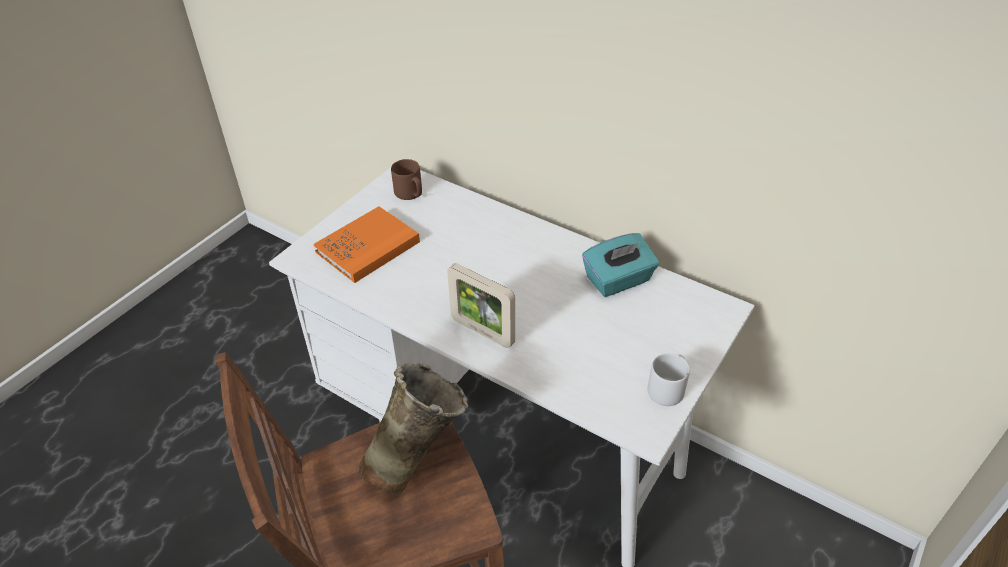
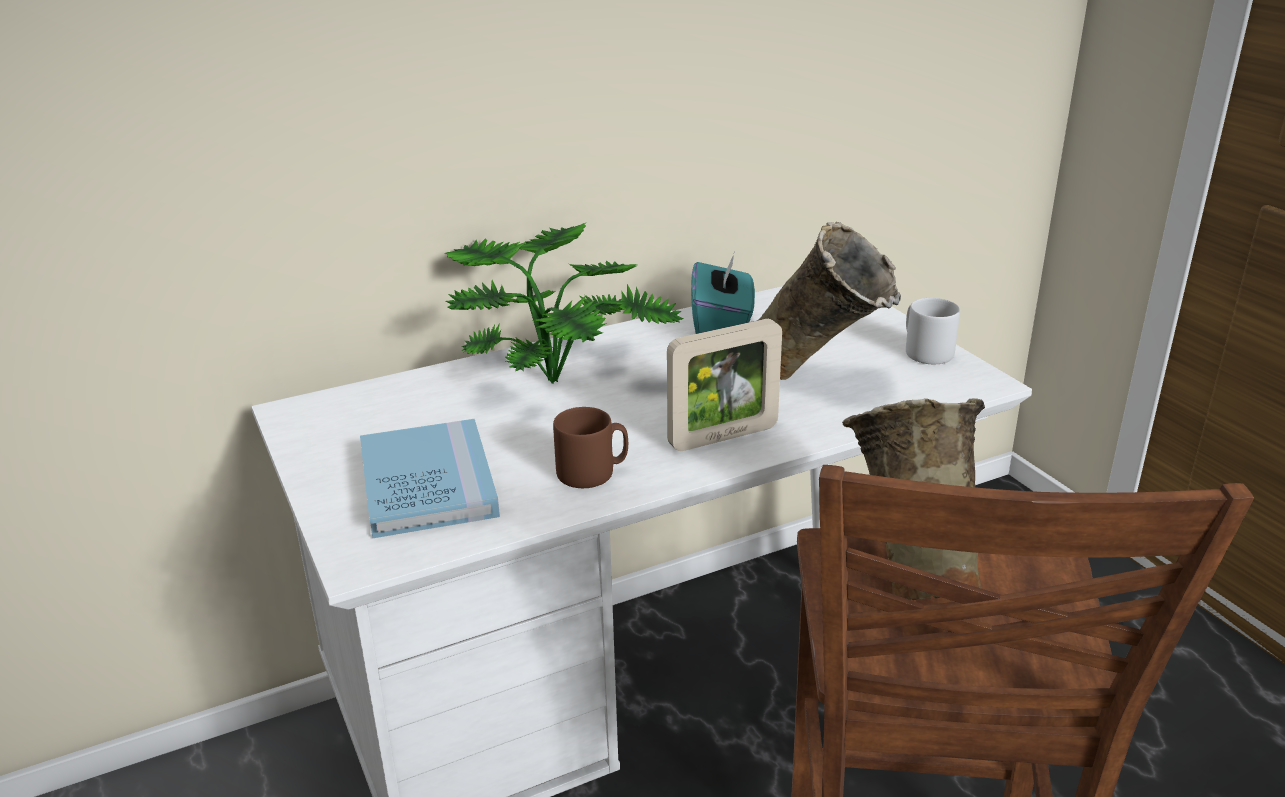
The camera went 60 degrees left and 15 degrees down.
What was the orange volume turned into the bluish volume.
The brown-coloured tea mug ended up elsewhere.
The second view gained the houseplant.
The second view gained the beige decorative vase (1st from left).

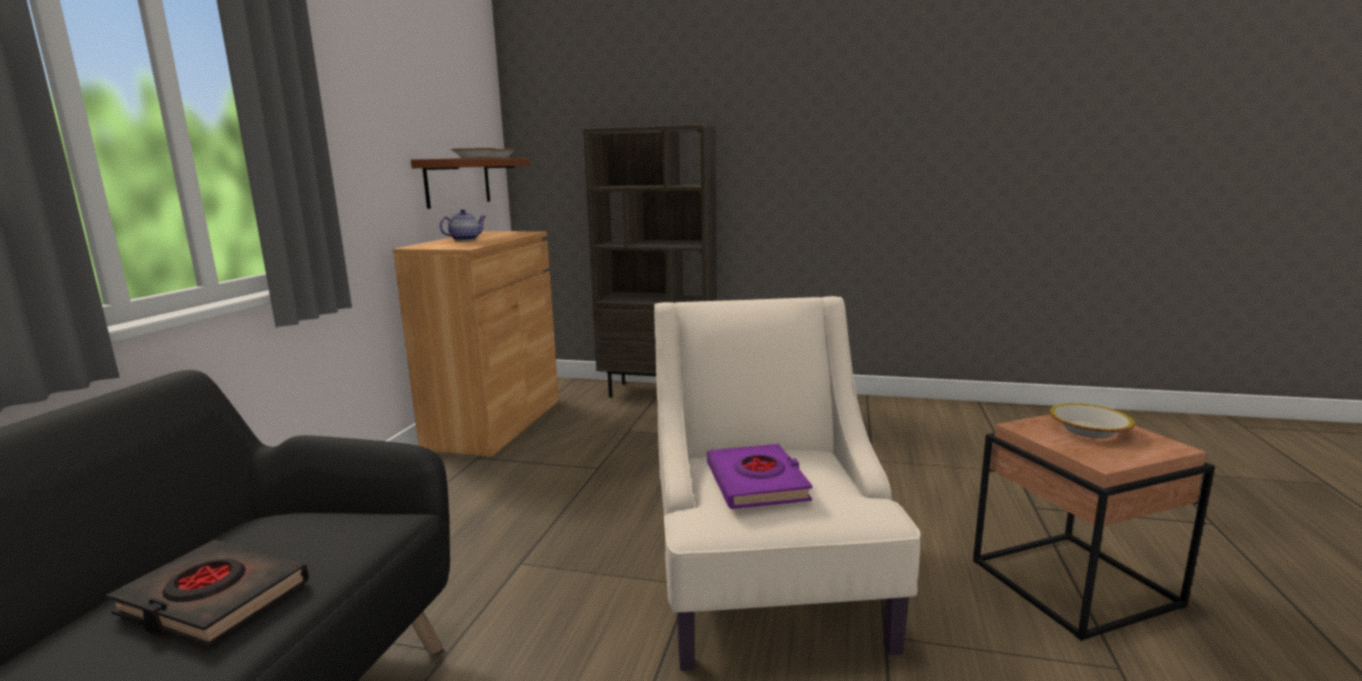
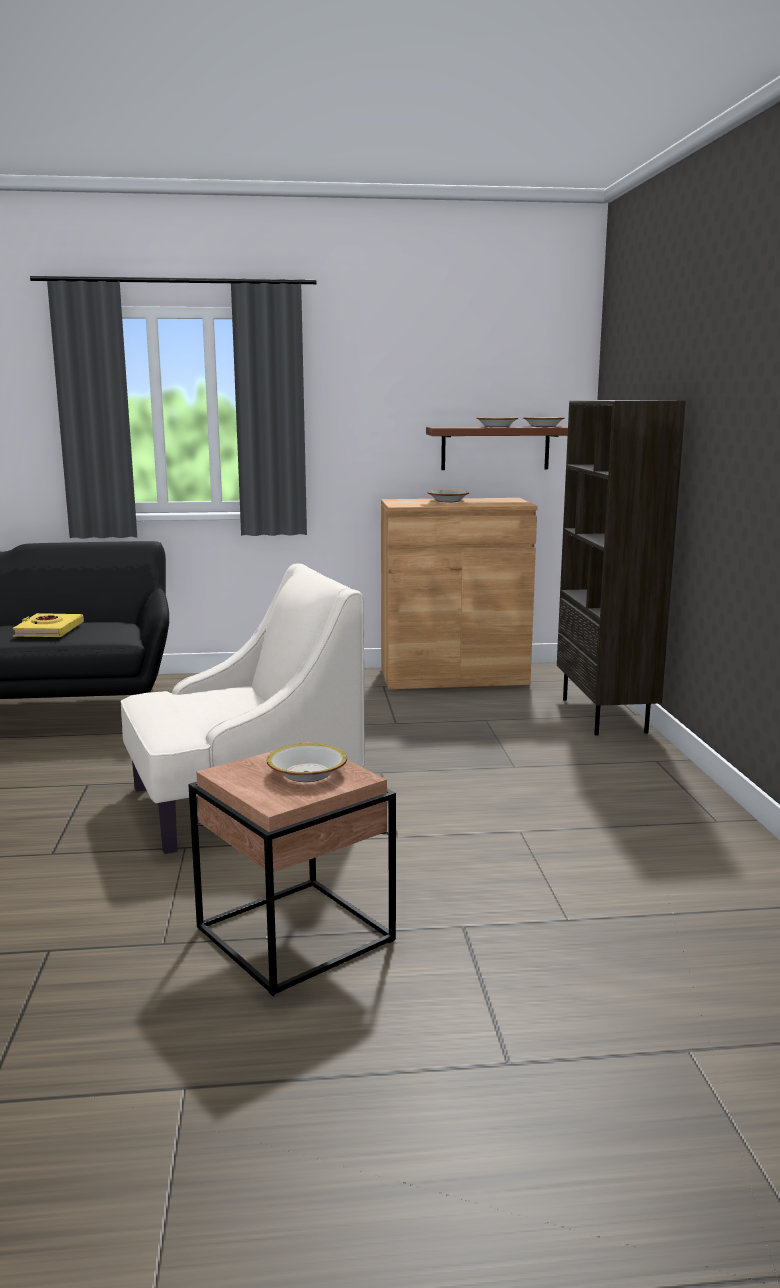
The camera went 70 degrees right and 0 degrees up.
What was the black-coloured volume turned into the yellow-coloured volume.
Where the teapot stood, the deep dish (2nd from left) came to stand.
The second view lost the purplish volume.

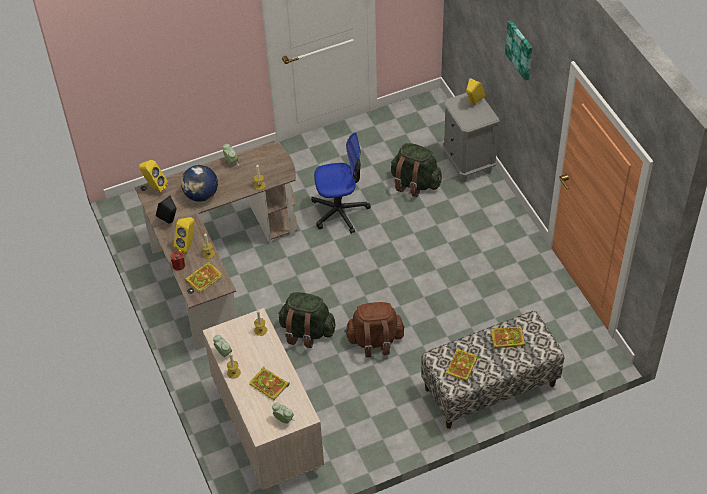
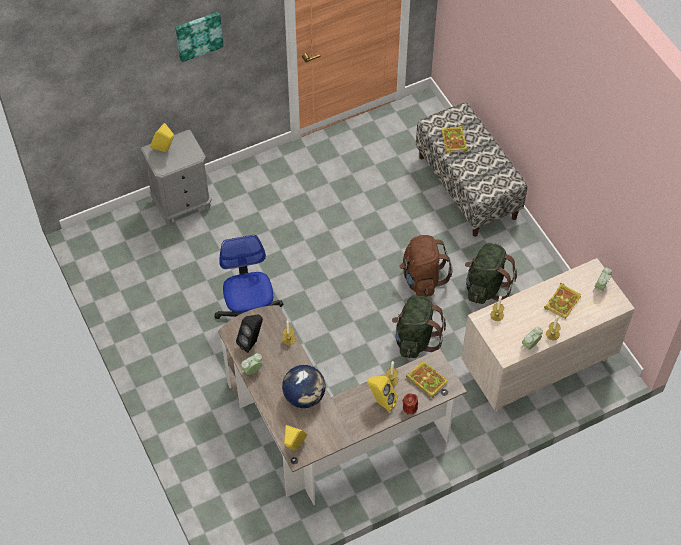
The camera went 95 degrees left and 5 degrees up.
The black-coloured audio speaker ended up elsewhere.
The green-coloured rucksack (2nd from left) ended up elsewhere.
The second view lost the volume (3rd from left).

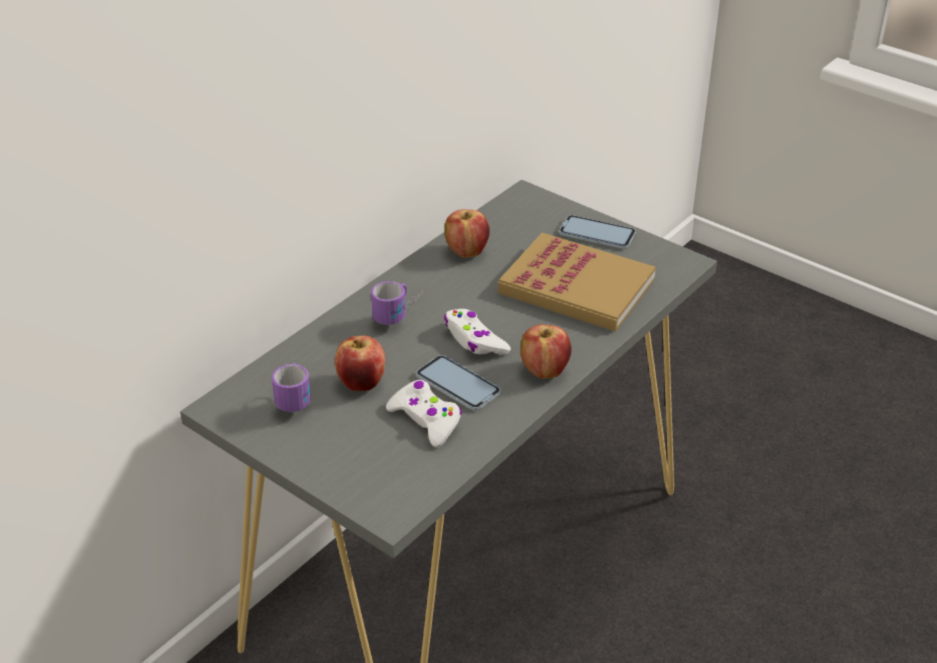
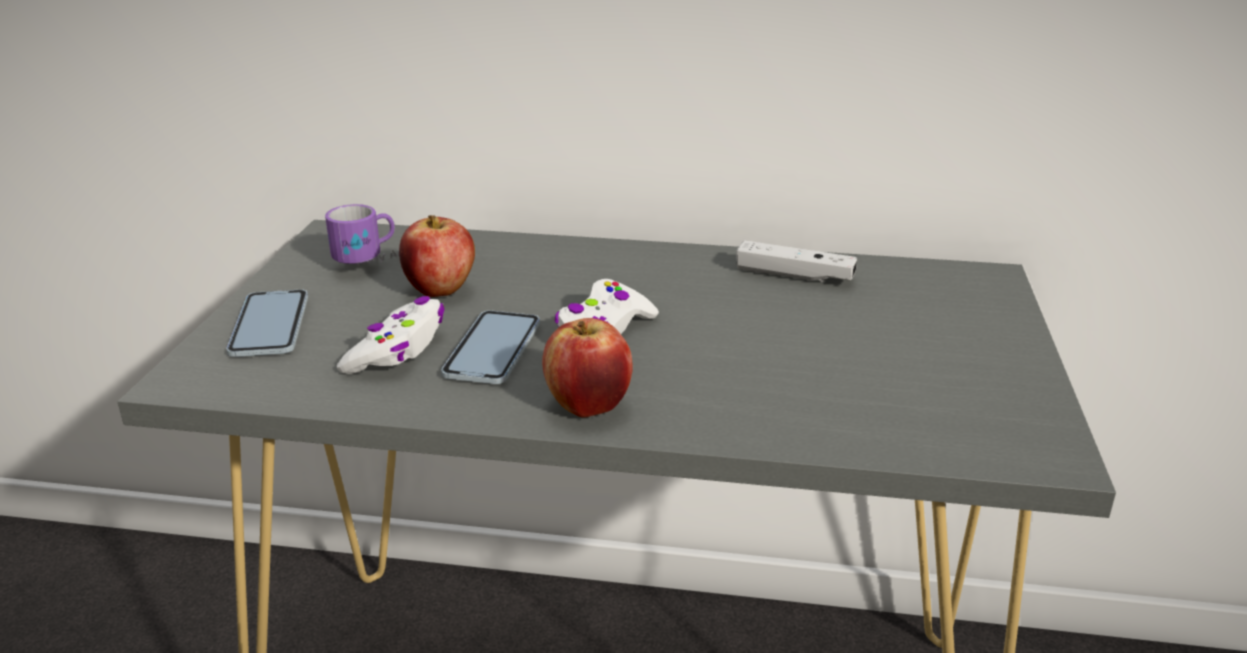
The camera went 60 degrees right and 10 degrees down.
The second view lost the tea mug (2nd from left).
Where the apple (2nd from left) stood, the white-coloured game controller (3rd from left) came to stand.
The second view lost the volume.
The telephone (2nd from left in the first image) ended up elsewhere.

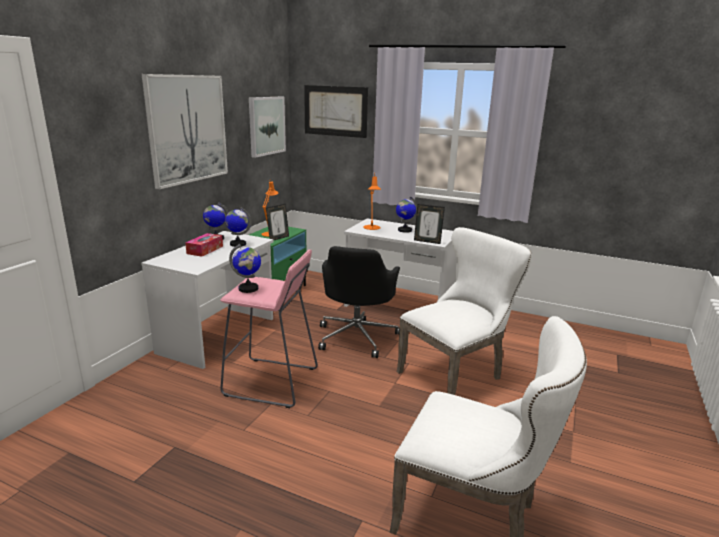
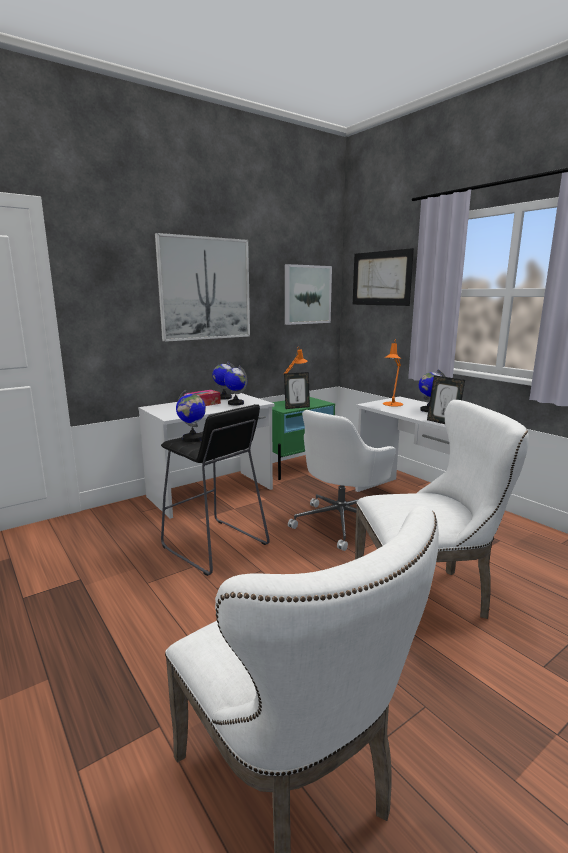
The camera went 30 degrees right and 5 degrees down.
What was the pink stool seat turned into the black-coloured stool seat.
What was the black-coloured office chair turned into the white-coloured office chair.

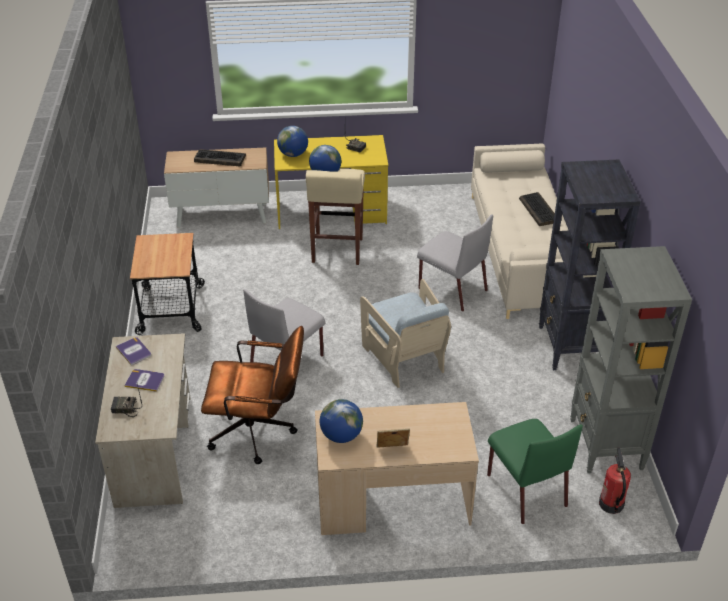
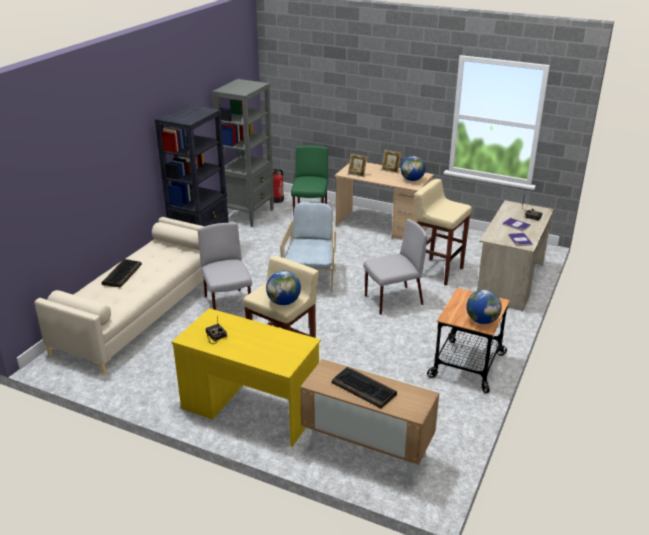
The camera went 150 degrees left and 10 degrees down.
Where the brown-coloured office chair stood, the beige stool seat (2nd from left) came to stand.
The globe (1st from left in the first image) ended up elsewhere.
The second view gained the picture frame (1st from left).

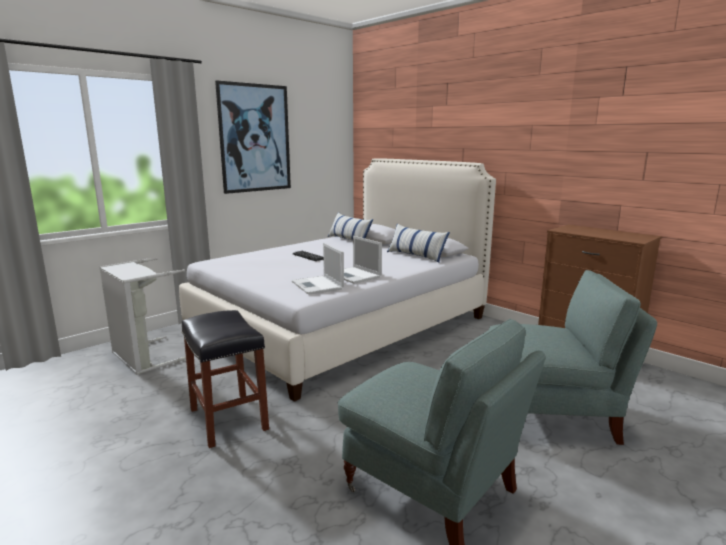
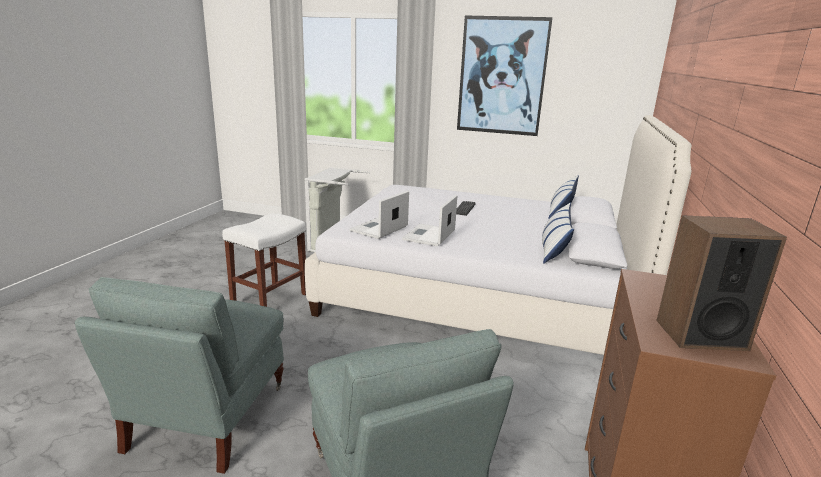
The camera went 60 degrees right and 5 degrees up.
What was the black-coloured stool seat turned into the white-coloured stool seat.
The second view gained the audio speaker.

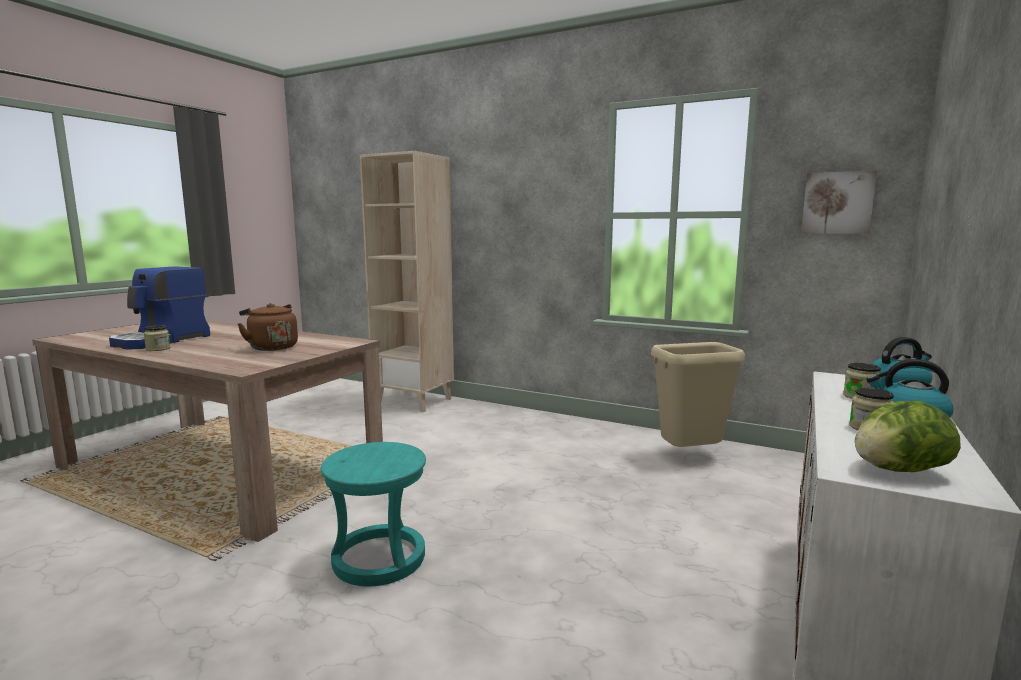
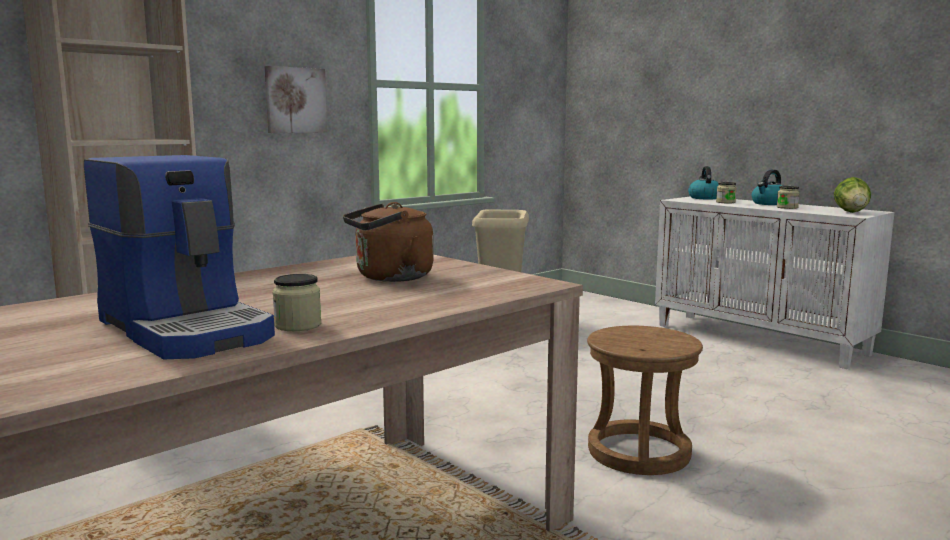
The camera went 70 degrees left and 0 degrees up.
What was the turquoise-coloured stool seat turned into the brown-coloured stool seat.
The picture ended up elsewhere.

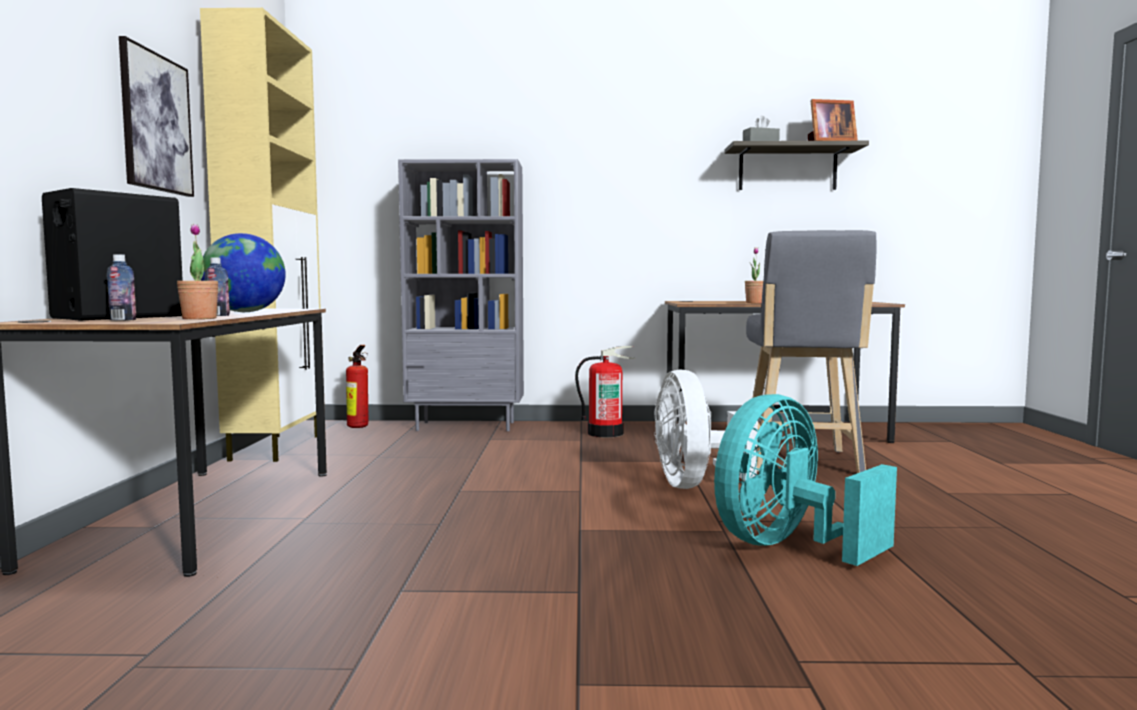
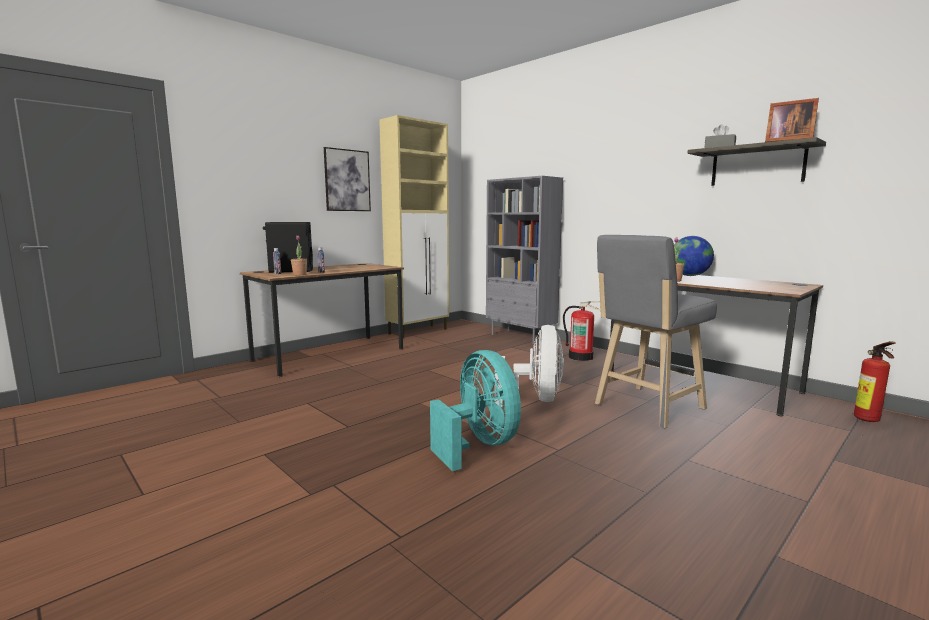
The camera went 45 degrees right and 5 degrees up.
The globe ended up elsewhere.
The fire-fighting cylinder (1st from left in the first image) ended up elsewhere.
The white-coloured electric fan ended up facing another way, 150 degrees clockwise from before.
The turquoise-coloured electric fan ended up facing another way, 60 degrees clockwise from before.

